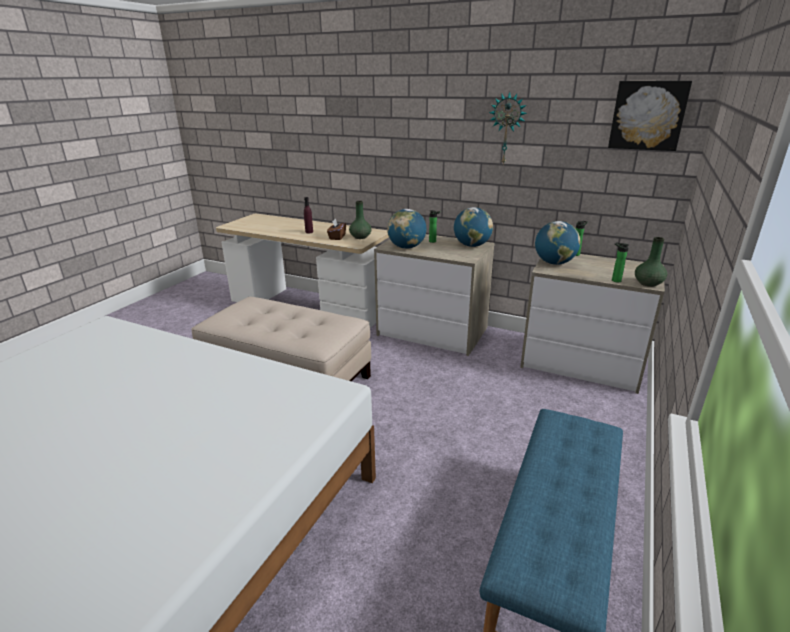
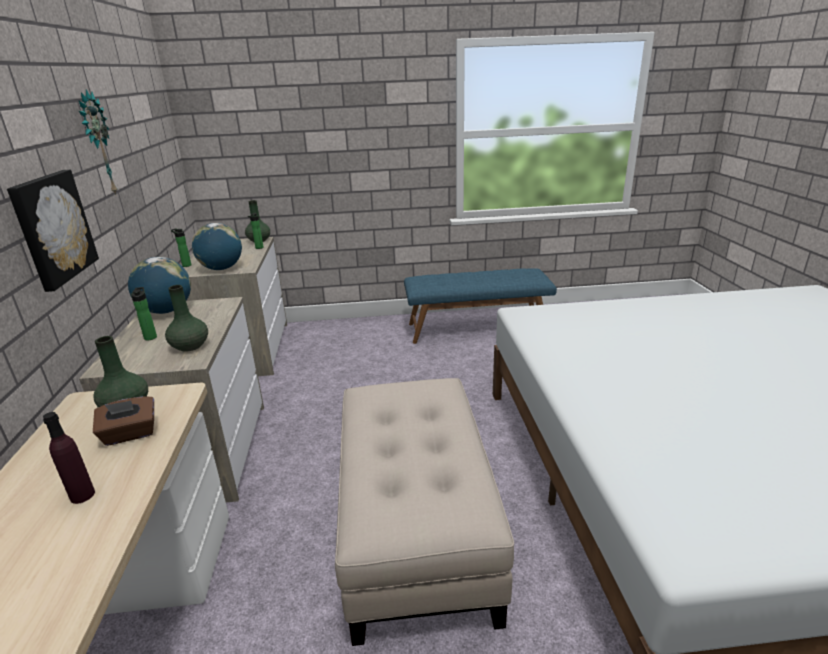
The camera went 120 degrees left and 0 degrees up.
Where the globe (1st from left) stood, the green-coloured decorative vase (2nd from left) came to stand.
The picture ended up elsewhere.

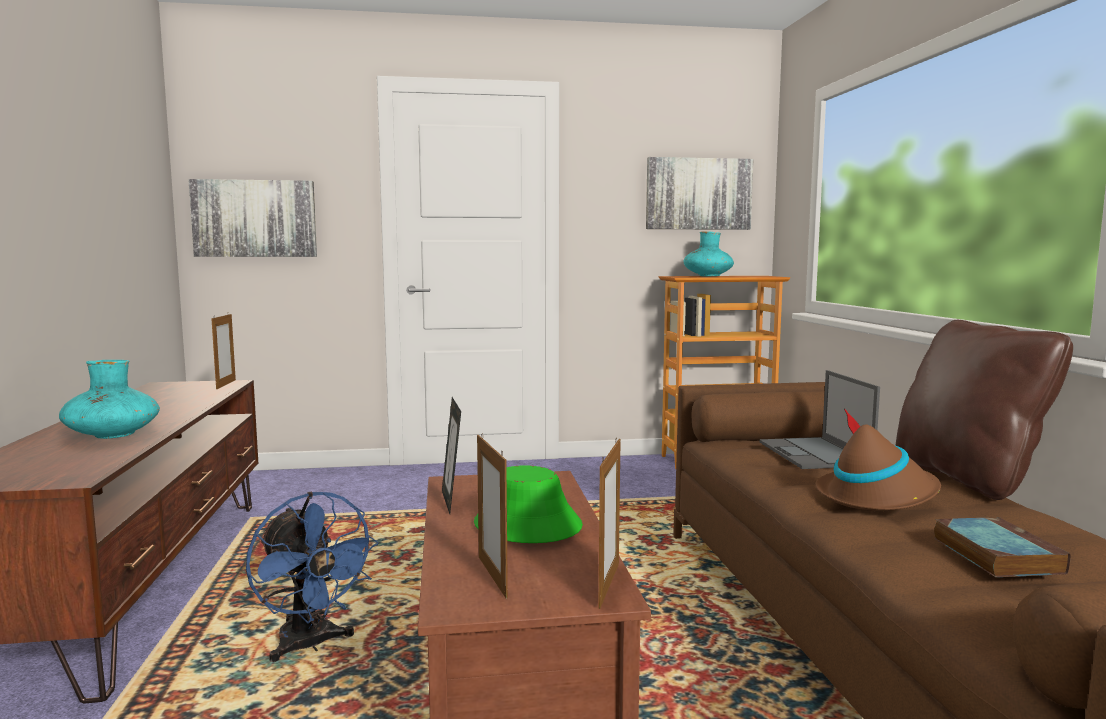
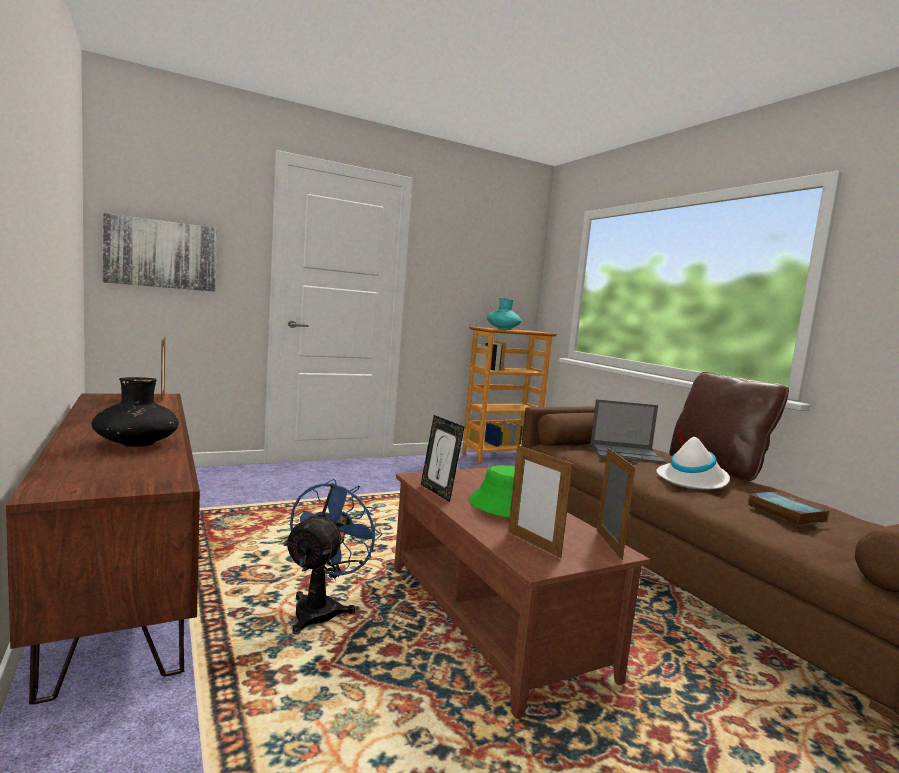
The camera went 20 degrees left and 0 degrees up.
What was the turquoise-coloured decorative vase (1st from left) turned into the black-coloured decorative vase.
The bluish electric fan ended up facing another way, 105 degrees counterclockwise from before.
The second view lost the picture (2nd from left).
The portable computer ended up facing another way, 60 degrees counterclockwise from before.
What was the brown-coloured hat turned into the white-coloured hat.

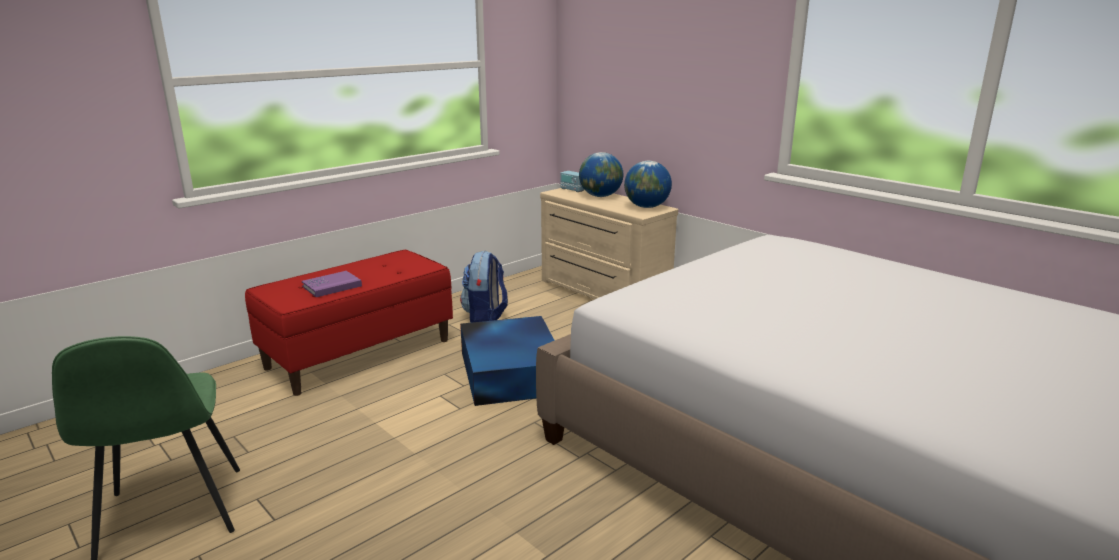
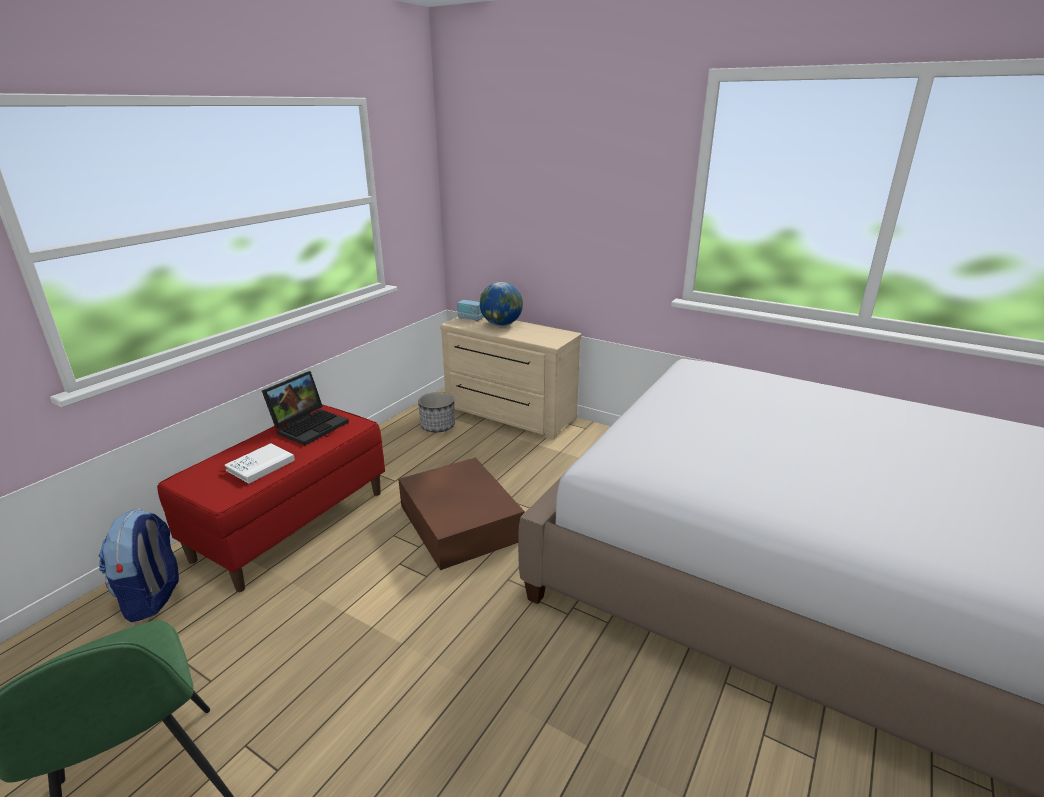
The camera went 15 degrees left and 5 degrees up.
What was the purplish volume turned into the white-coloured volume.
The rucksack ended up elsewhere.
What was the bluish storage box turned into the brown-coloured storage box.
The second view lost the globe (2nd from left).
The second view gained the portable computer.
The second view gained the plant pot.

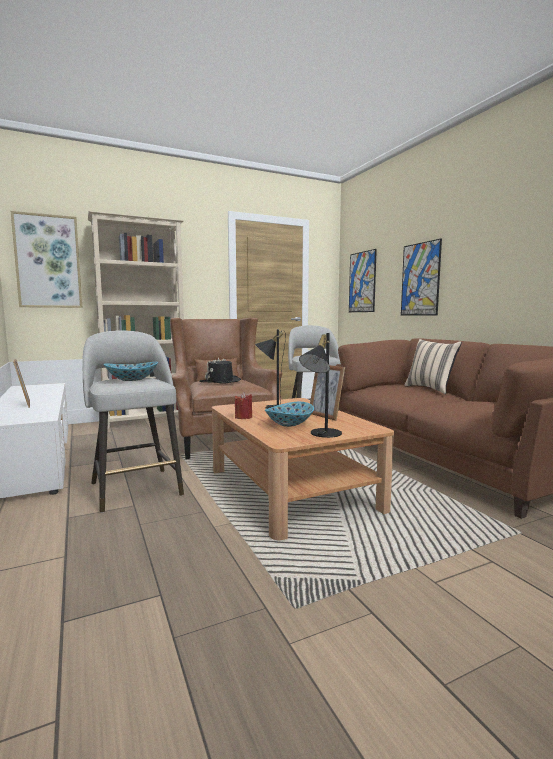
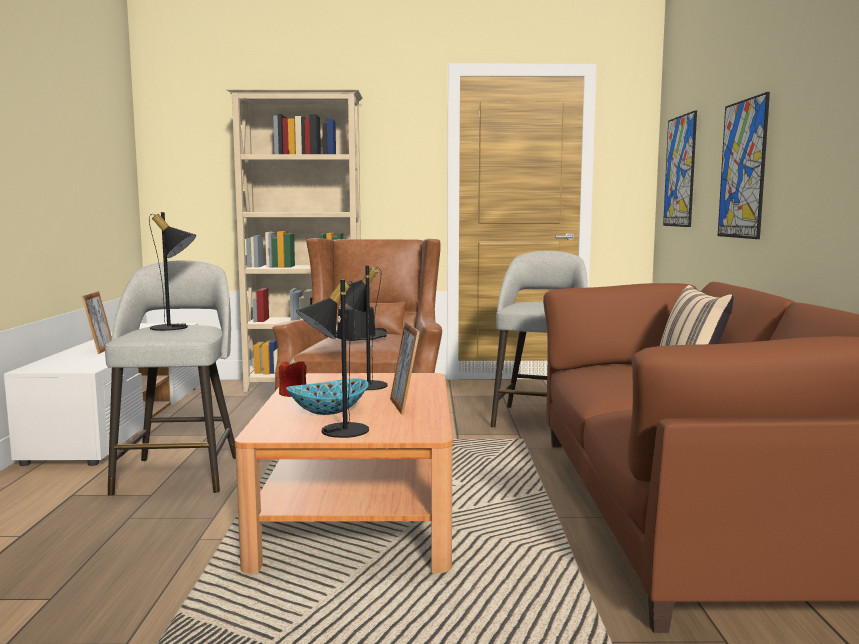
The camera went 25 degrees right and 0 degrees up.
The second view lost the picture (1st from left).
Where the deep dish (1st from left) stood, the black-coloured table lamp (1st from left) came to stand.

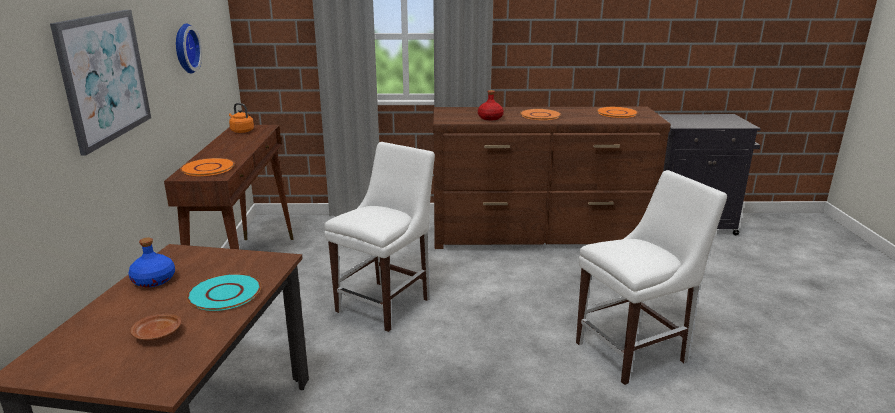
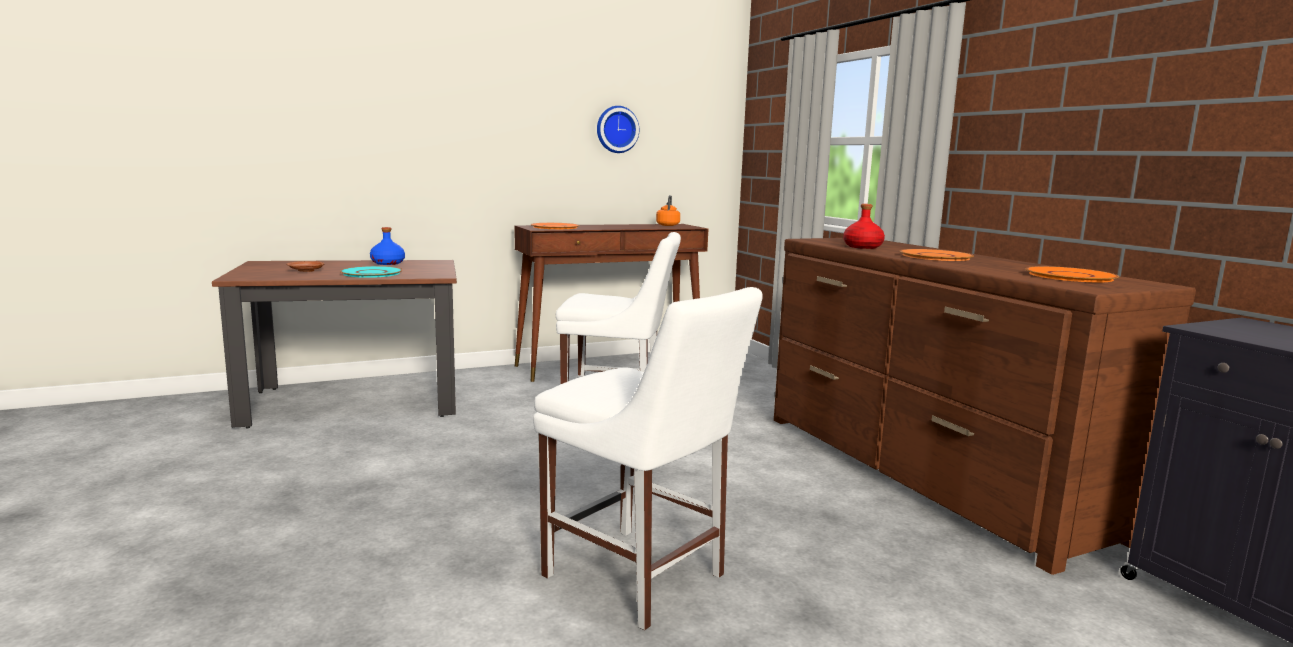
The camera went 65 degrees right and 10 degrees down.
The second view lost the picture.

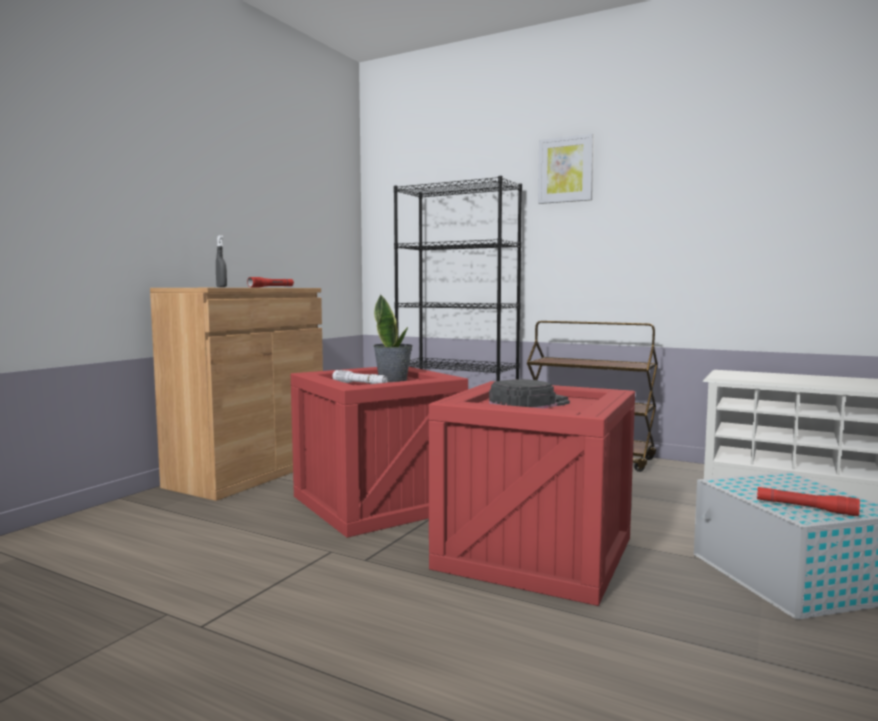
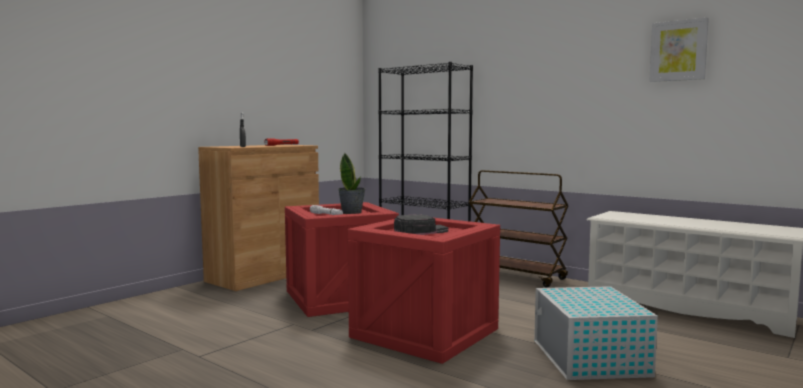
The camera went 10 degrees right and 0 degrees up.
The picture ended up elsewhere.
The second view lost the red torch (2nd from left).

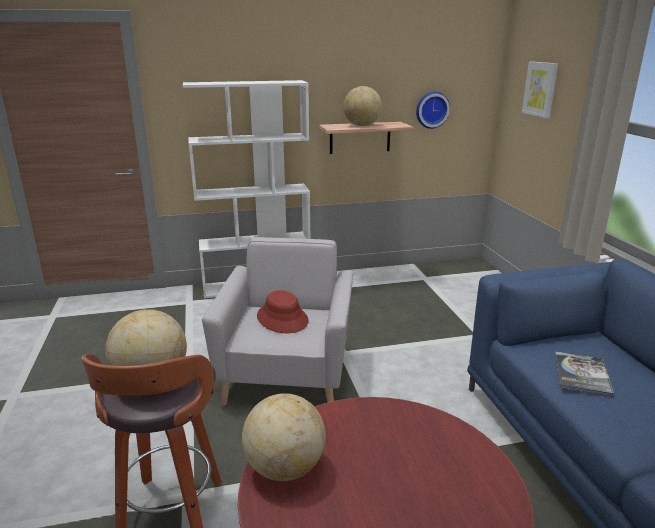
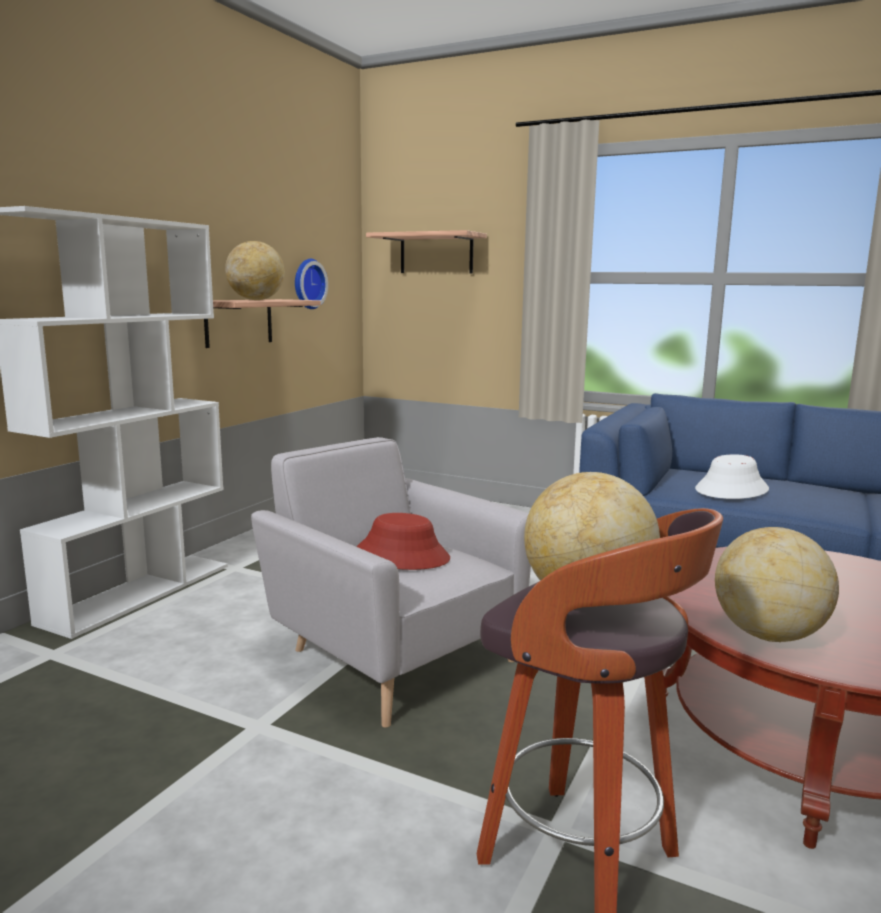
The camera went 50 degrees left and 10 degrees down.
Where the picture hung, the bracket shelf (2nd from left) came to hang.
Where the volume stood, the white-coloured hat came to stand.

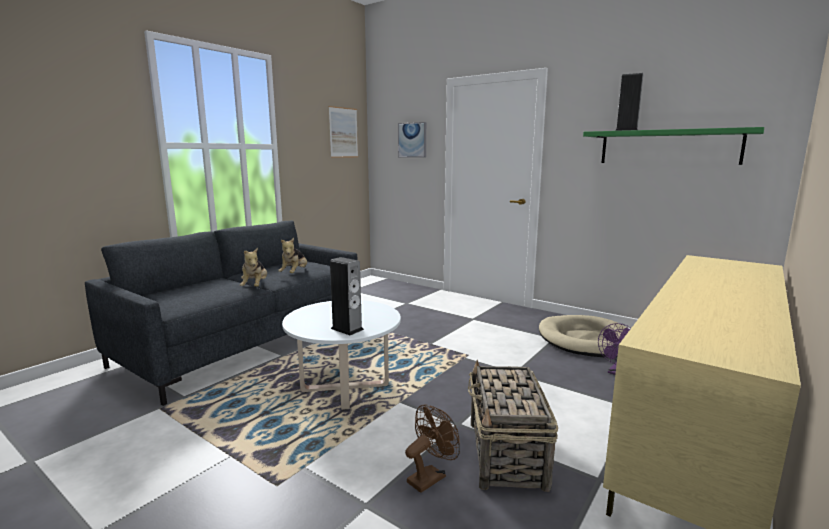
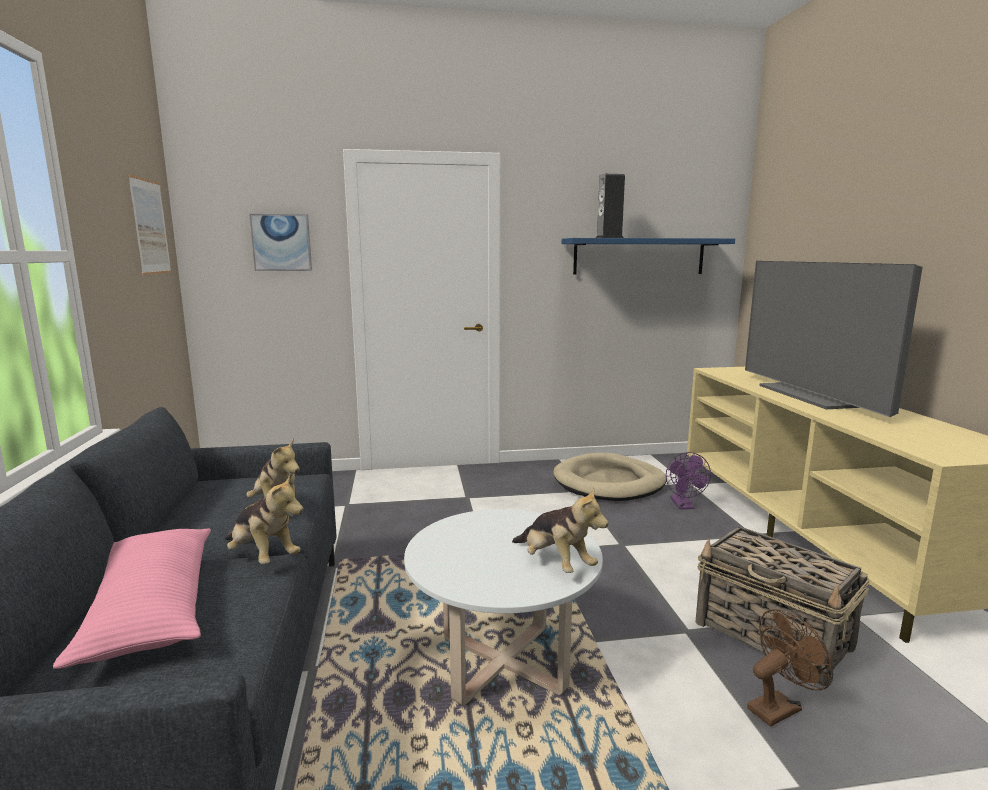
The camera went 45 degrees left and 0 degrees up.
Where the audio speaker (1st from left) stood, the cuddly toy (3rd from left) came to stand.
The brown-coloured electric fan ended up facing another way, 60 degrees clockwise from before.
What was the green-coloured bracket shelf turned into the bluish bracket shelf.
The second view gained the pink throw pillow.
The second view gained the TV set.

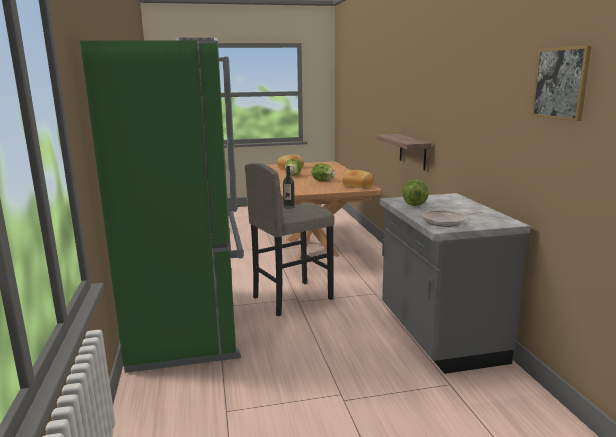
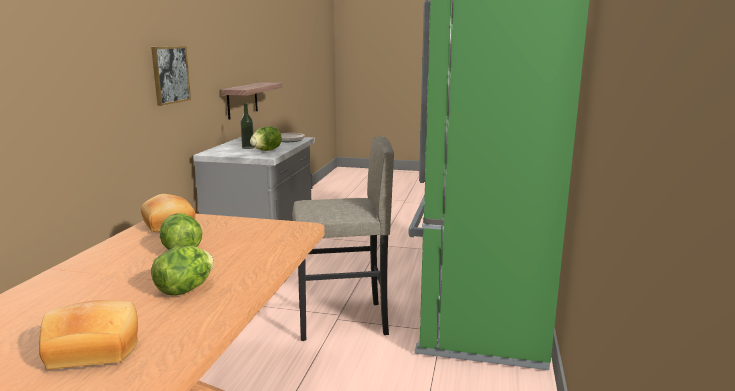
The camera went 155 degrees left and 0 degrees up.
The drink bottle ended up elsewhere.
The bracket shelf ended up elsewhere.
The picture ended up elsewhere.

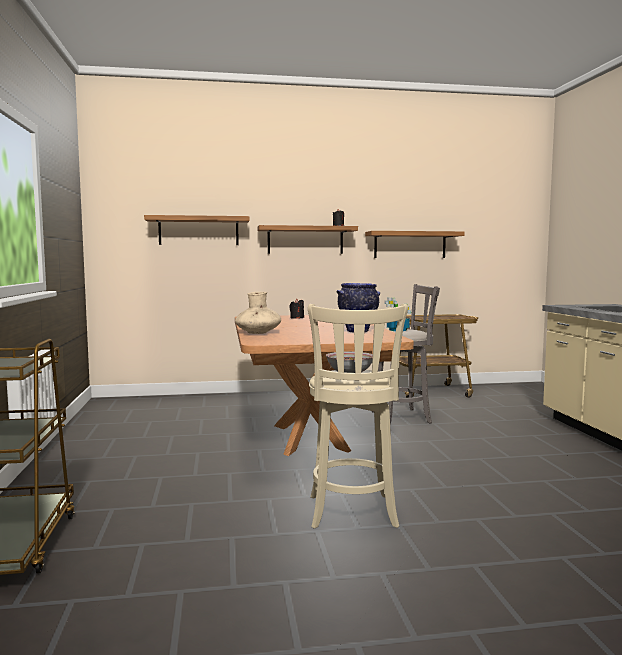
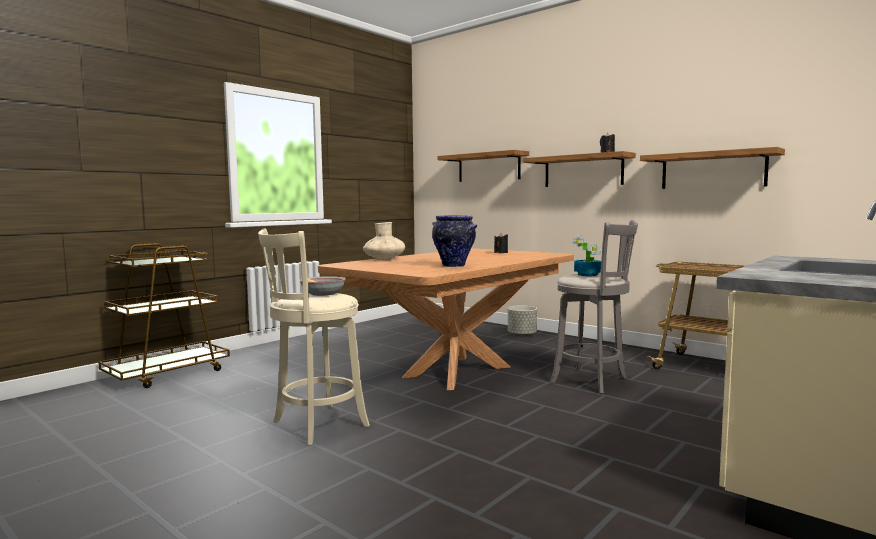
The camera went 50 degrees right and 0 degrees up.
The second view gained the gray plant pot.

